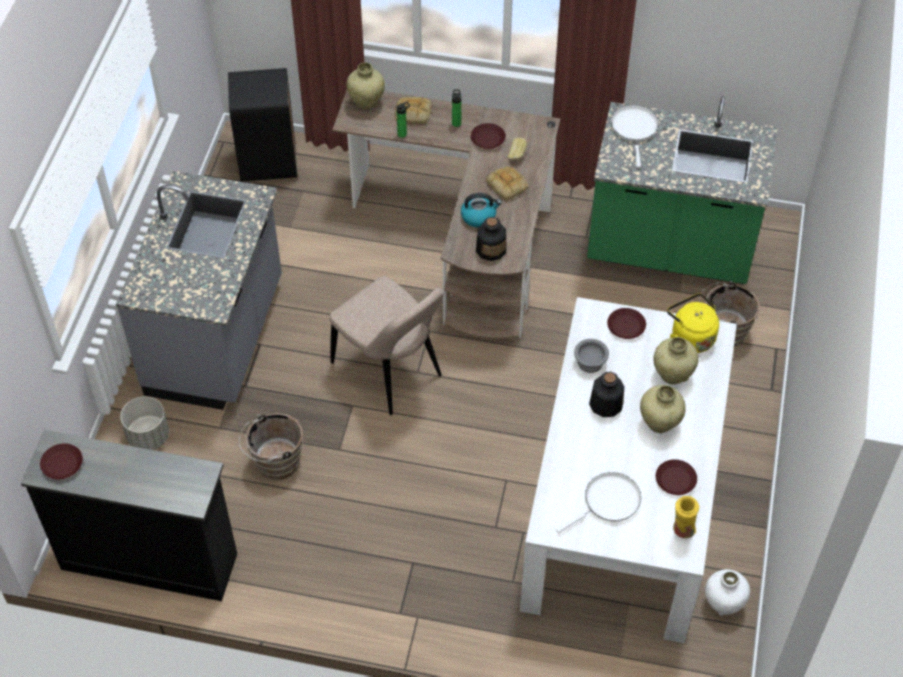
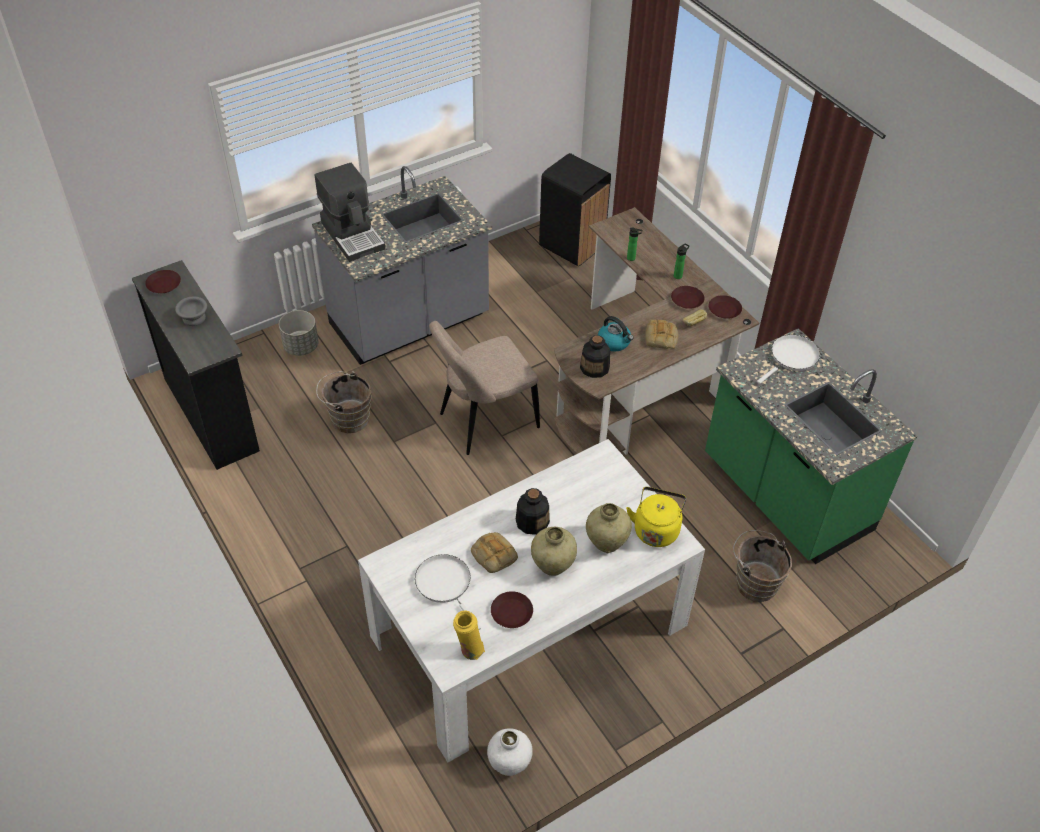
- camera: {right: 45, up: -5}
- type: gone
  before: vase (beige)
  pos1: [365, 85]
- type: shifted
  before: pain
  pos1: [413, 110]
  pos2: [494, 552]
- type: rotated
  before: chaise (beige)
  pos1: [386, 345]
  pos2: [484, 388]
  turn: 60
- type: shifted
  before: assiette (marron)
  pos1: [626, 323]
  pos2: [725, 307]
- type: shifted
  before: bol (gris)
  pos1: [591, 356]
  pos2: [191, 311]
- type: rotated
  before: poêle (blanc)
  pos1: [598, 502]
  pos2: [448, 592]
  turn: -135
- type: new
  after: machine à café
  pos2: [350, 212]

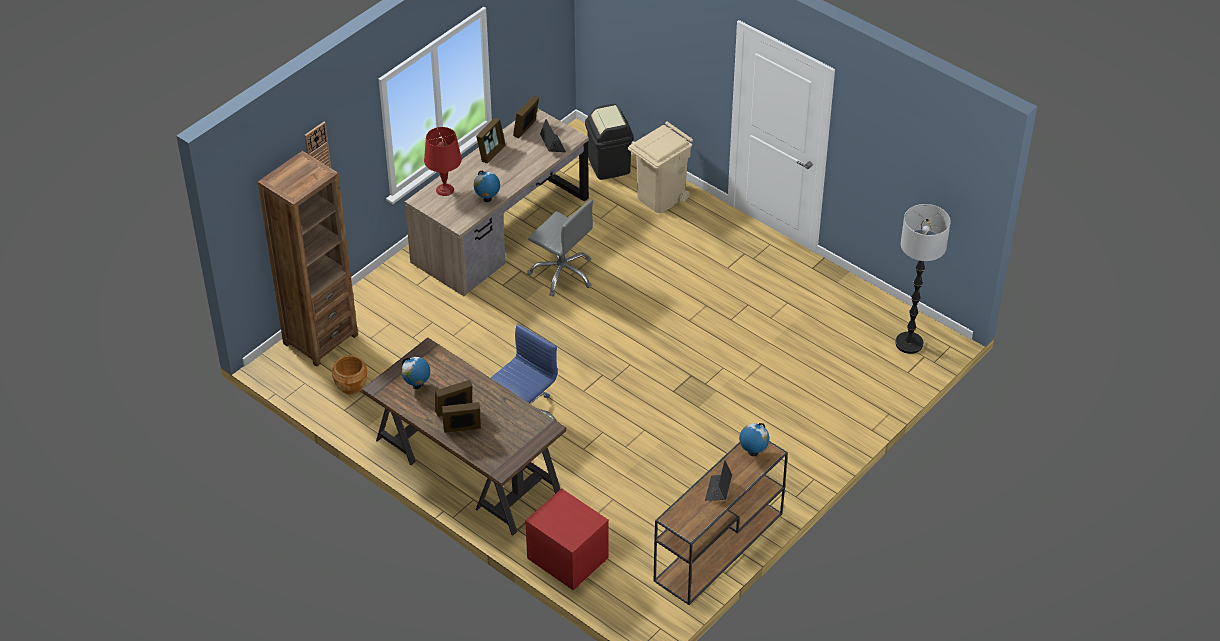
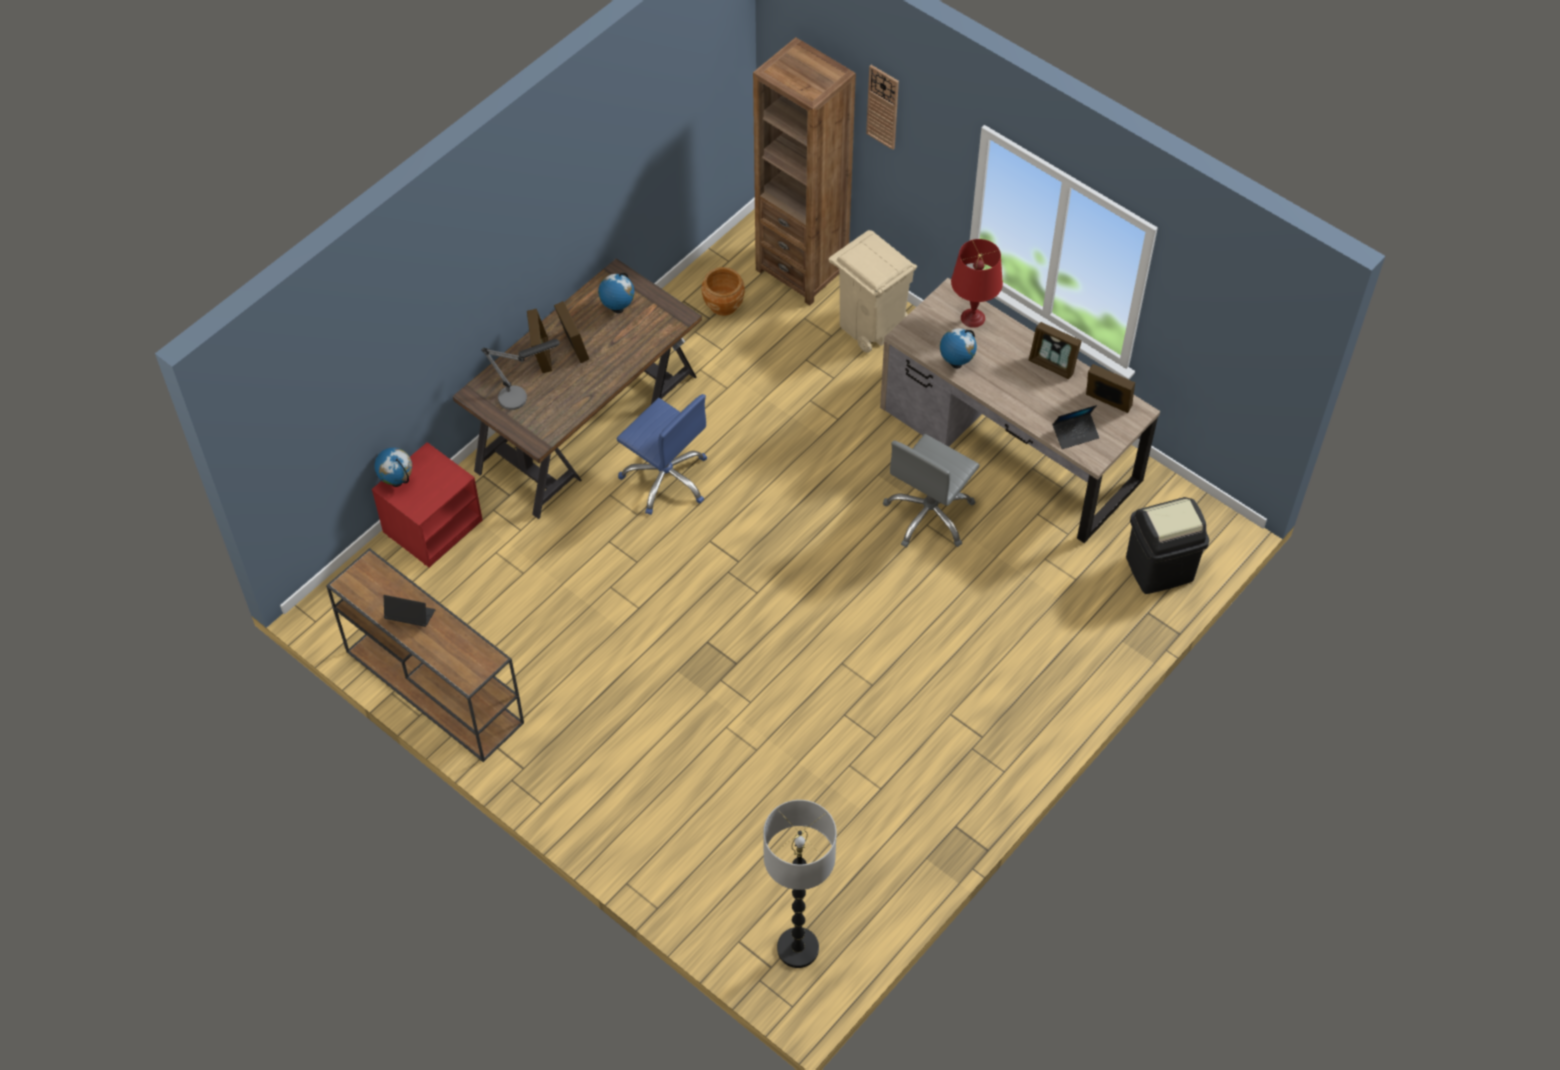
- camera: {right: 90, up: 10}
- type: shifted
  before: poubelle (beige)
  pos1: [660, 167]
  pos2: [873, 291]
- type: shifted
  before: globe
  pos1: [754, 439]
  pos2: [393, 467]
- type: new
  after: lampe de table
  pos2: [520, 374]

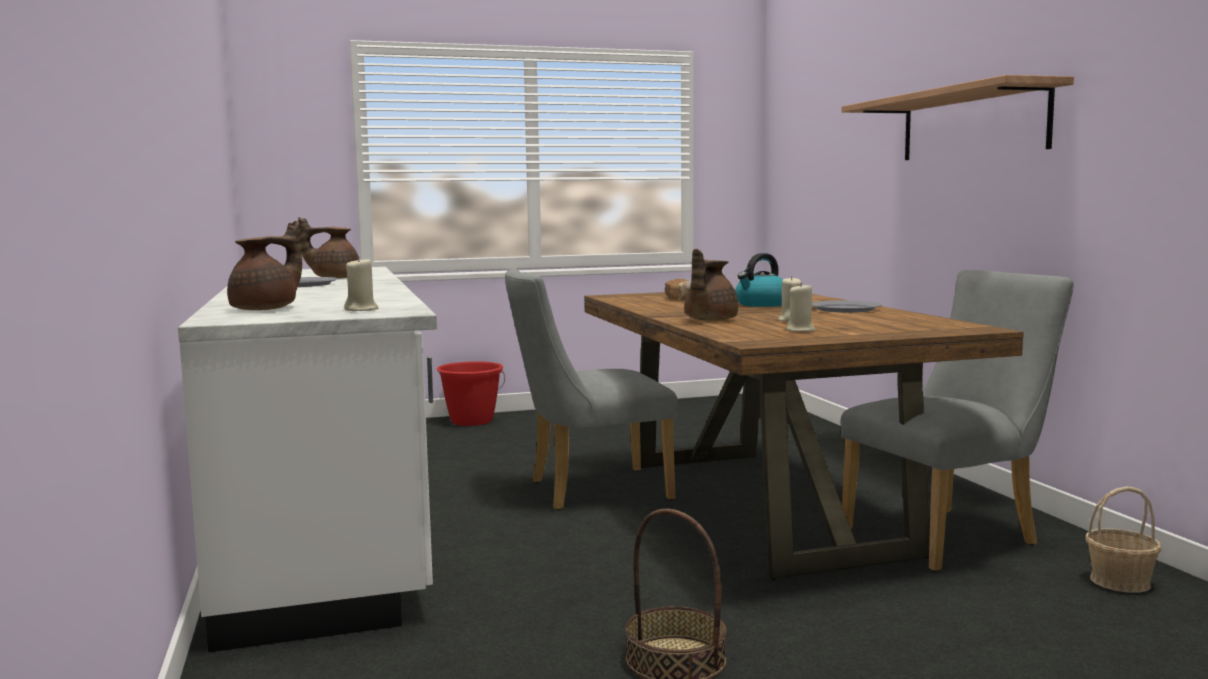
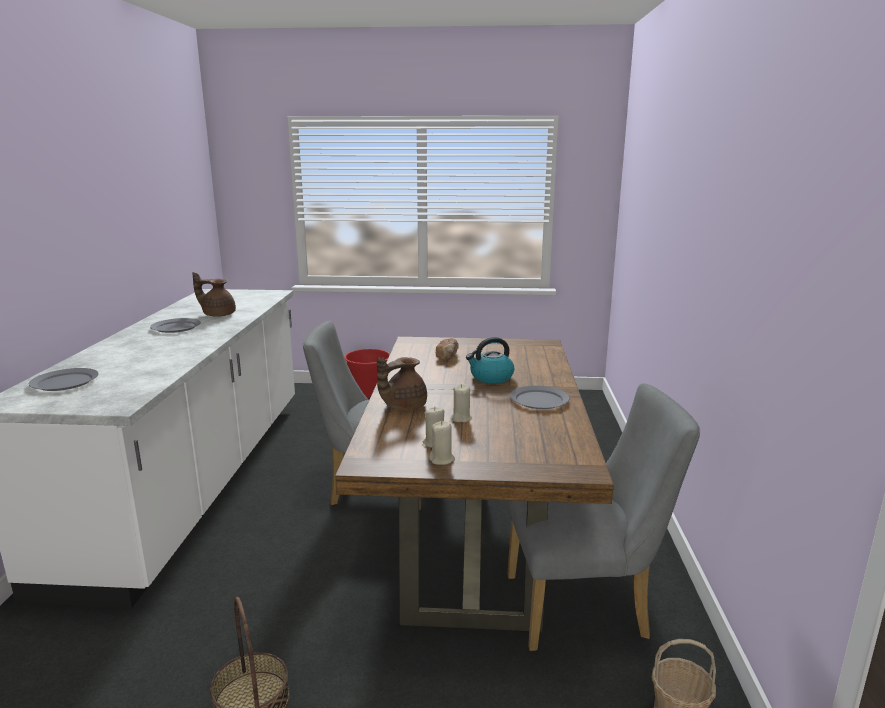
- camera: {right: 20, up: 10}
- type: gone
  before: étagère
  pos1: [957, 117]
- type: swapped
  before: théière (marron)
  after: assiette (gris)
  pos1: [264, 265]
  pos2: [64, 379]
- type: shifted
  before: bougie (beige)
  pos1: [361, 284]
  pos2: [442, 443]

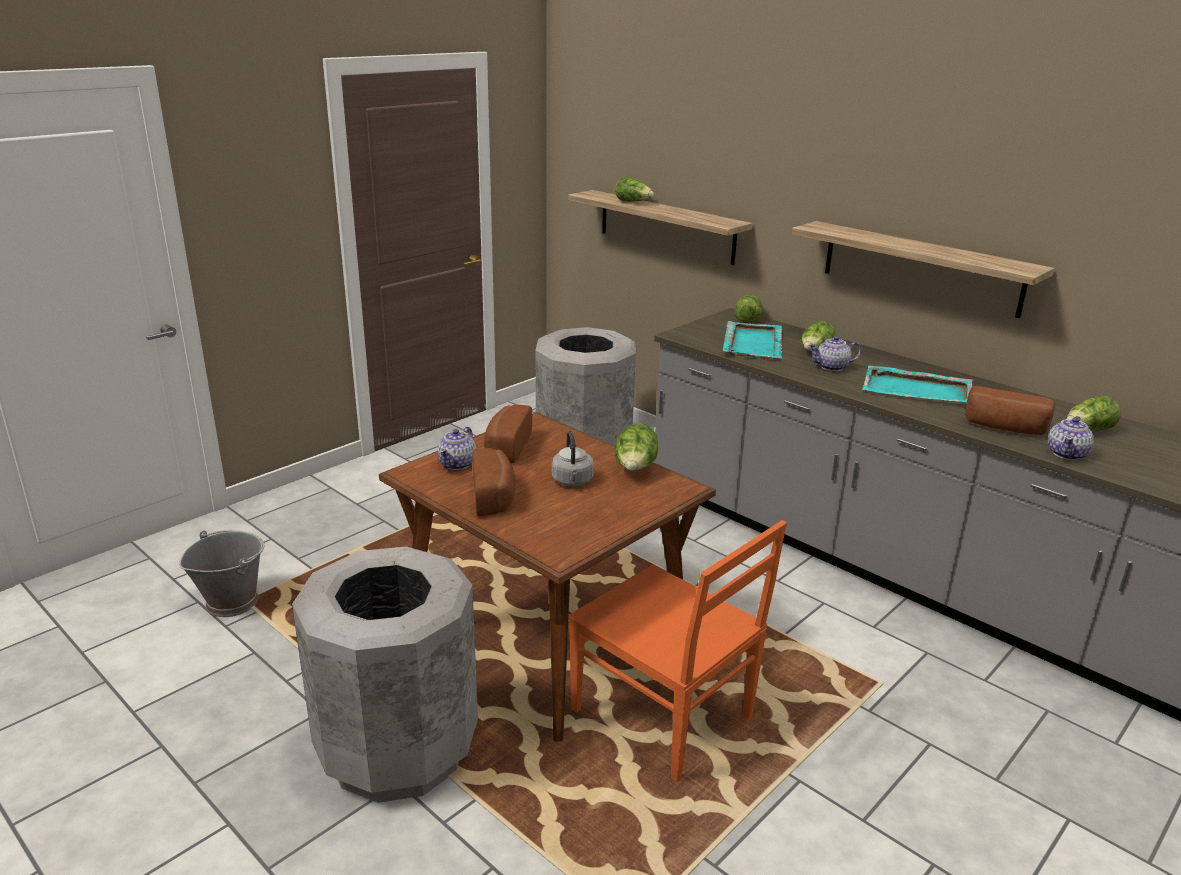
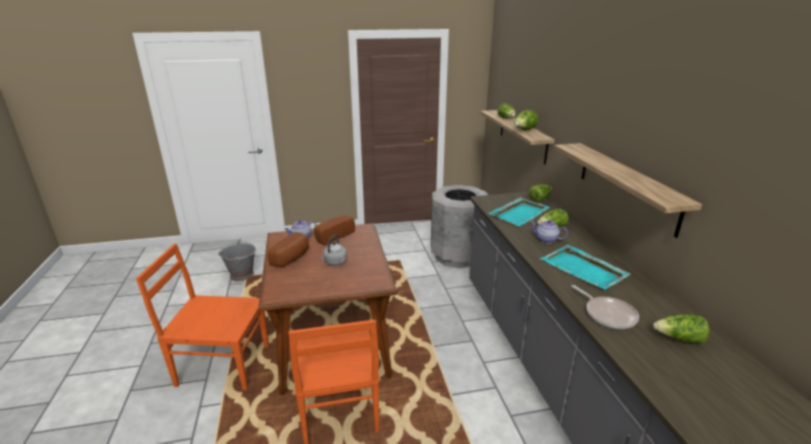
- camera: {right: 35, up: 0}
- type: swapped
  before: pain
  after: poêle
  pos1: [1010, 410]
  pos2: [605, 307]
- type: gone
  before: théière
  pos1: [1071, 438]
- type: shifted
  before: laitue
  pos1: [636, 447]
  pos2: [526, 120]
- type: swapped
  before: poubelle (gris)
  after: chaise (orange)
  pos1: [385, 675]
  pos2: [202, 317]

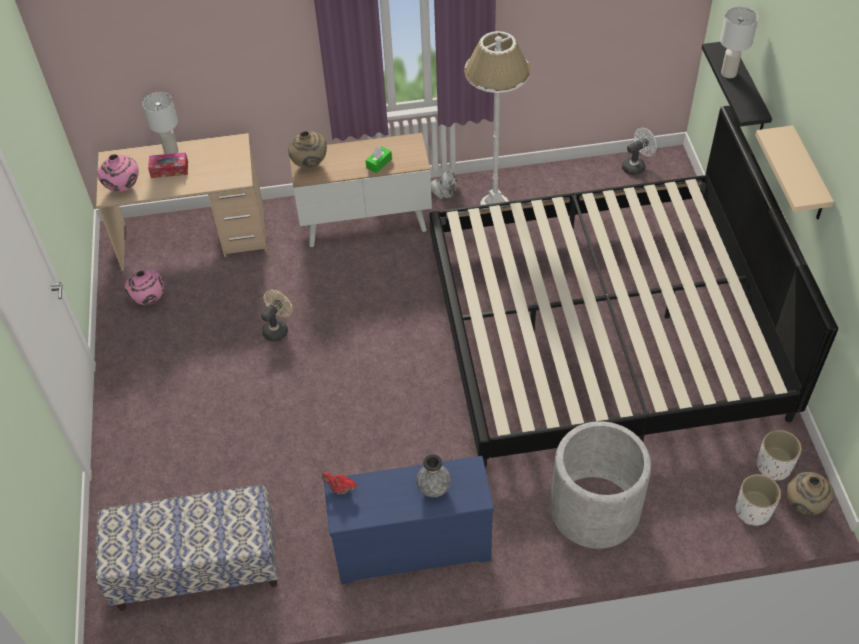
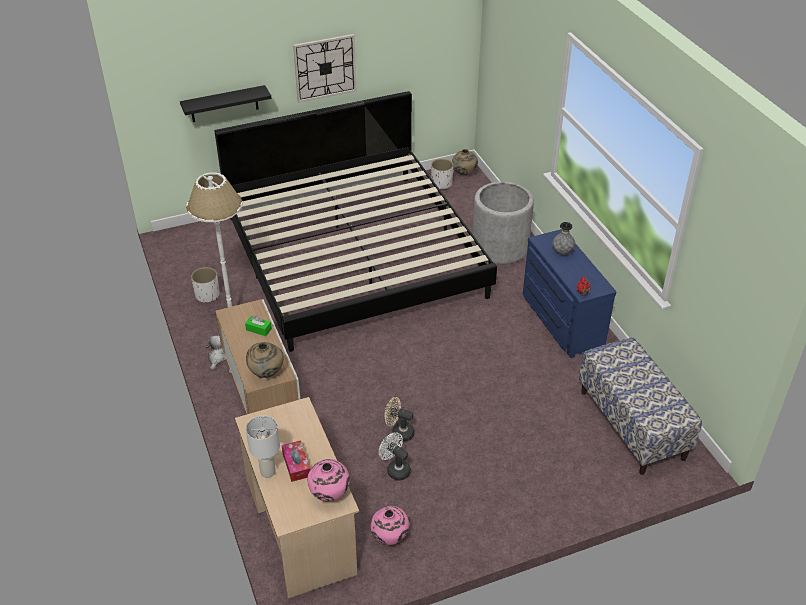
- camera: {right: -105, up: -10}
- type: gone
  before: lampe de table (blanc)
  pos1: [739, 42]
- type: swapped
  before: étagère (beige)
  after: horloge murale
  pos1: [794, 172]
  pos2: [324, 68]
- type: shifted
  before: ventilateur (blanc)
  pos1: [639, 151]
  pos2: [395, 456]
- type: shifted
  before: cache-pot (blanc)
  pos1: [758, 500]
  pos2: [205, 285]

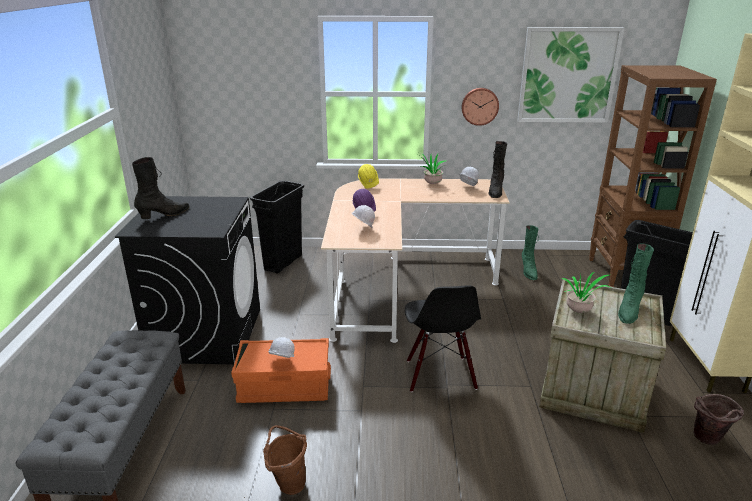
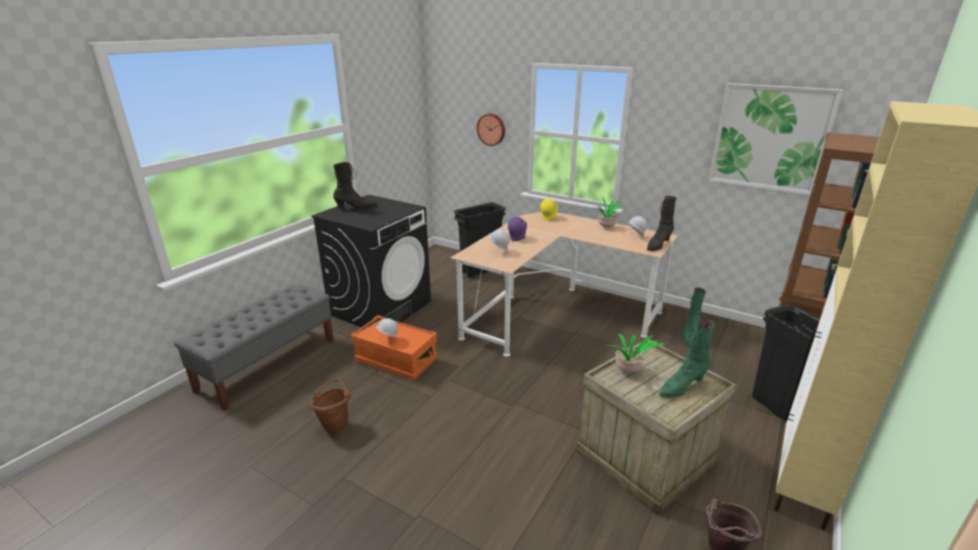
- camera: {right: 30, up: 0}
- type: shifted
  before: horloge murale
  pos1: [480, 107]
  pos2: [491, 130]
- type: gone
  before: chaise (noir)
  pos1: [443, 338]

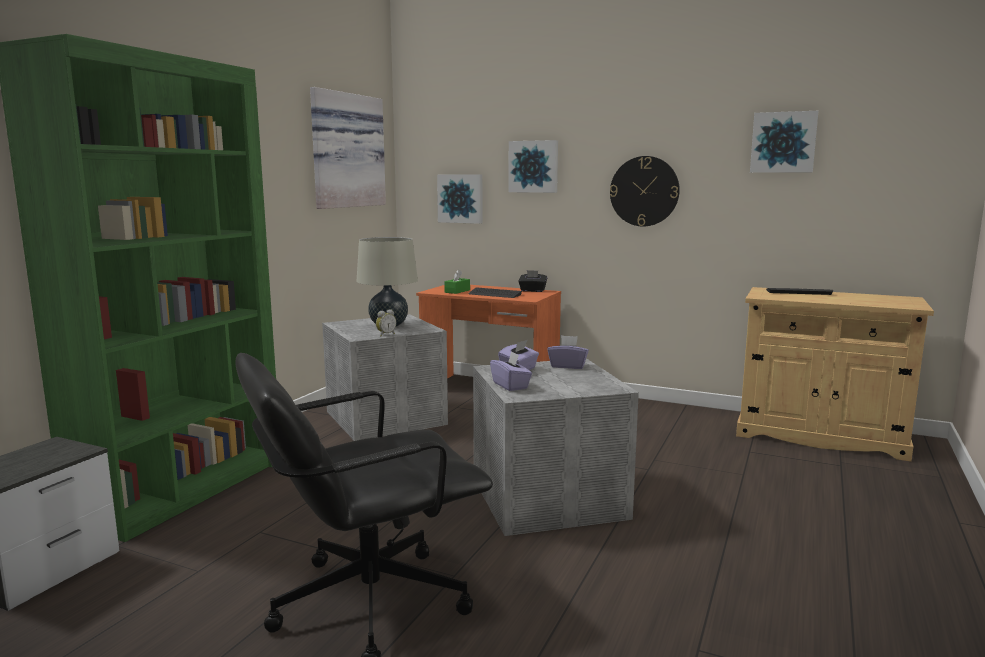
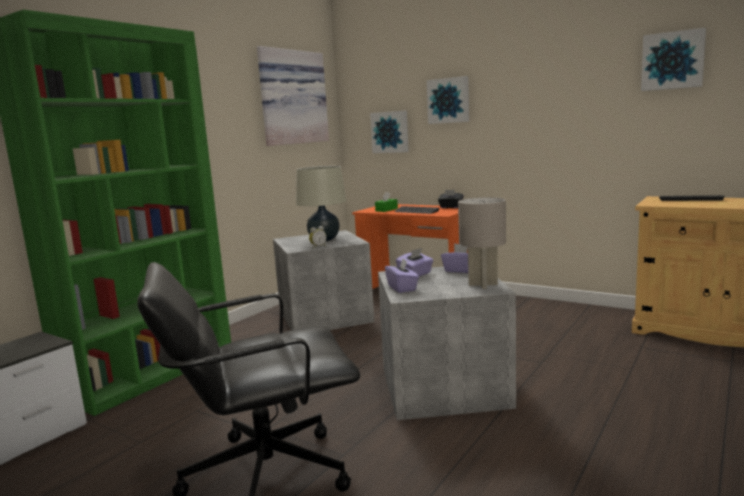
- camera: {right: 10, up: 0}
- type: gone
  before: horloge murale
  pos1: [645, 191]
- type: new
  after: lampe de table (gris)
  pos2: [482, 243]

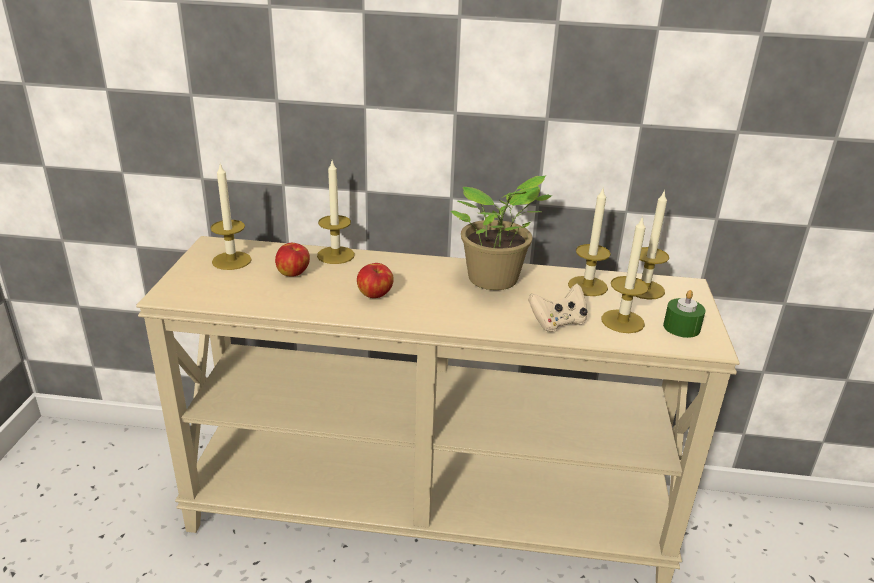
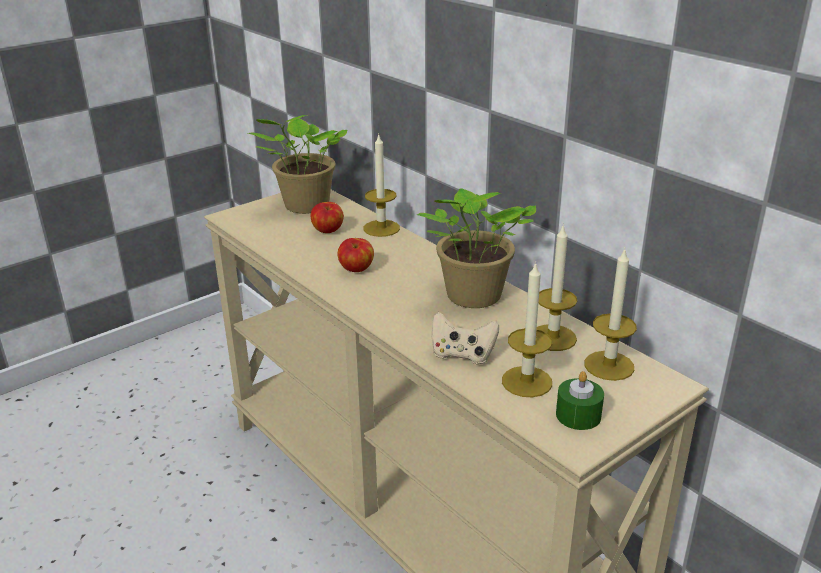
- camera: {right: 45, up: 0}
- type: swapped
  before: bougie
  after: plante en pot
  pos1: [231, 217]
  pos2: [297, 164]

